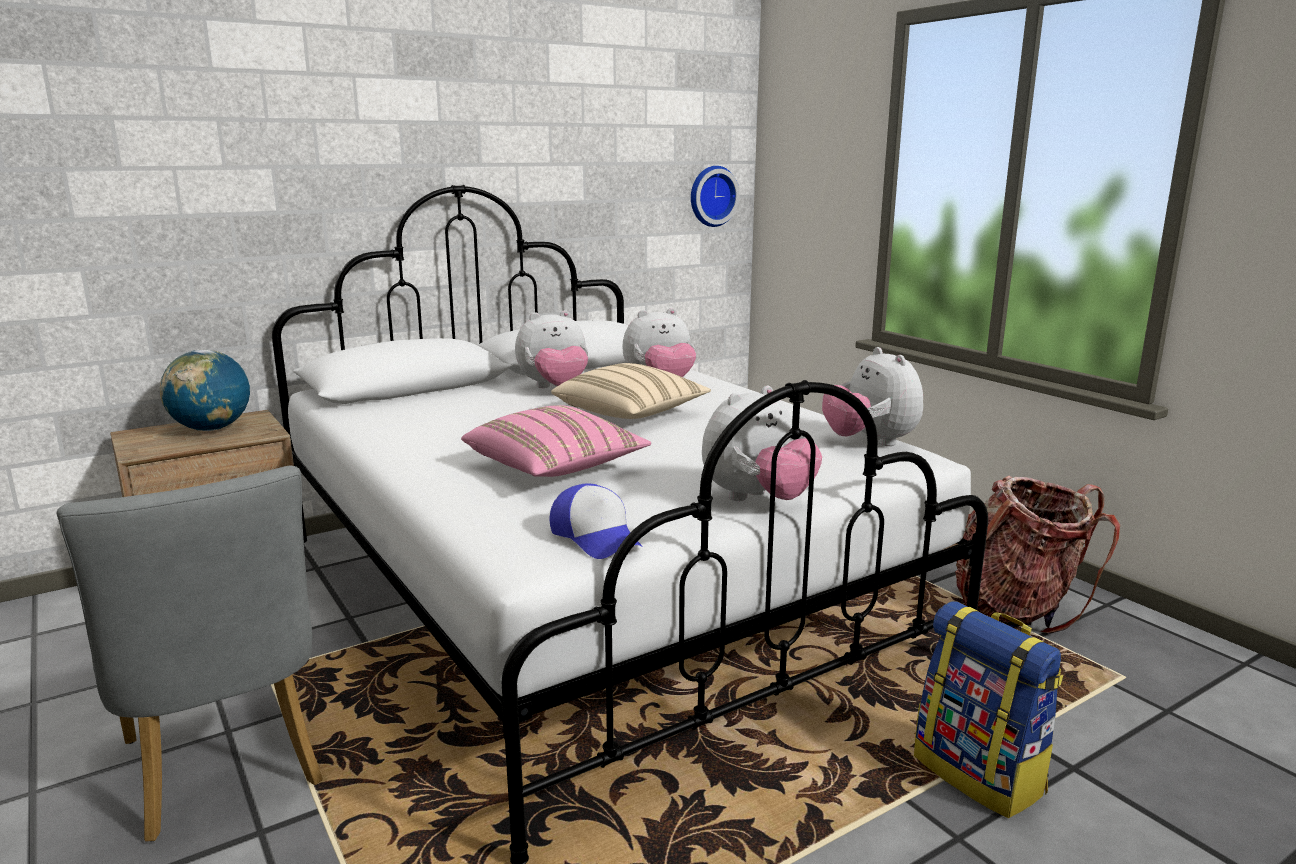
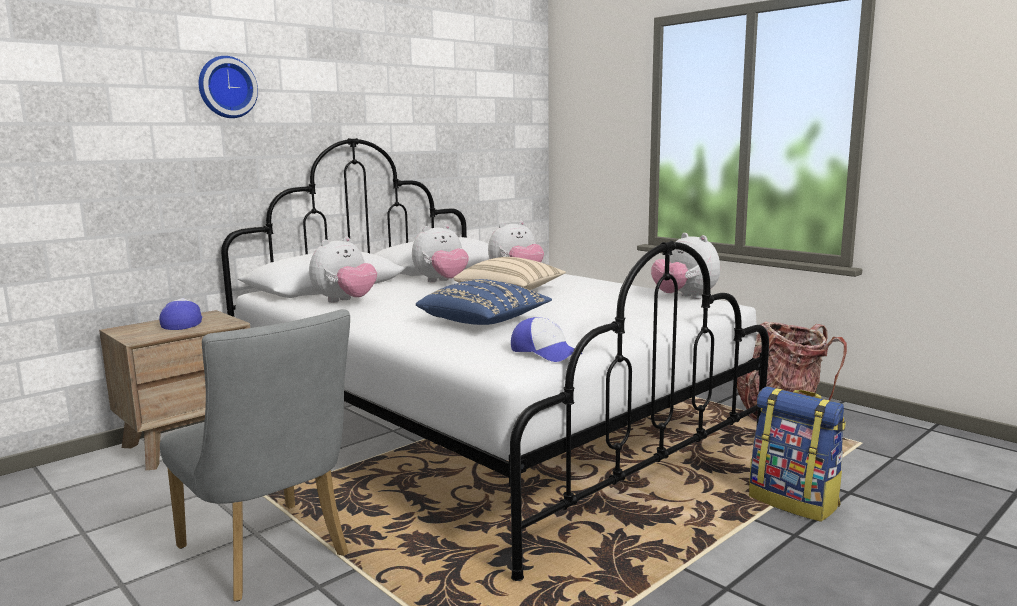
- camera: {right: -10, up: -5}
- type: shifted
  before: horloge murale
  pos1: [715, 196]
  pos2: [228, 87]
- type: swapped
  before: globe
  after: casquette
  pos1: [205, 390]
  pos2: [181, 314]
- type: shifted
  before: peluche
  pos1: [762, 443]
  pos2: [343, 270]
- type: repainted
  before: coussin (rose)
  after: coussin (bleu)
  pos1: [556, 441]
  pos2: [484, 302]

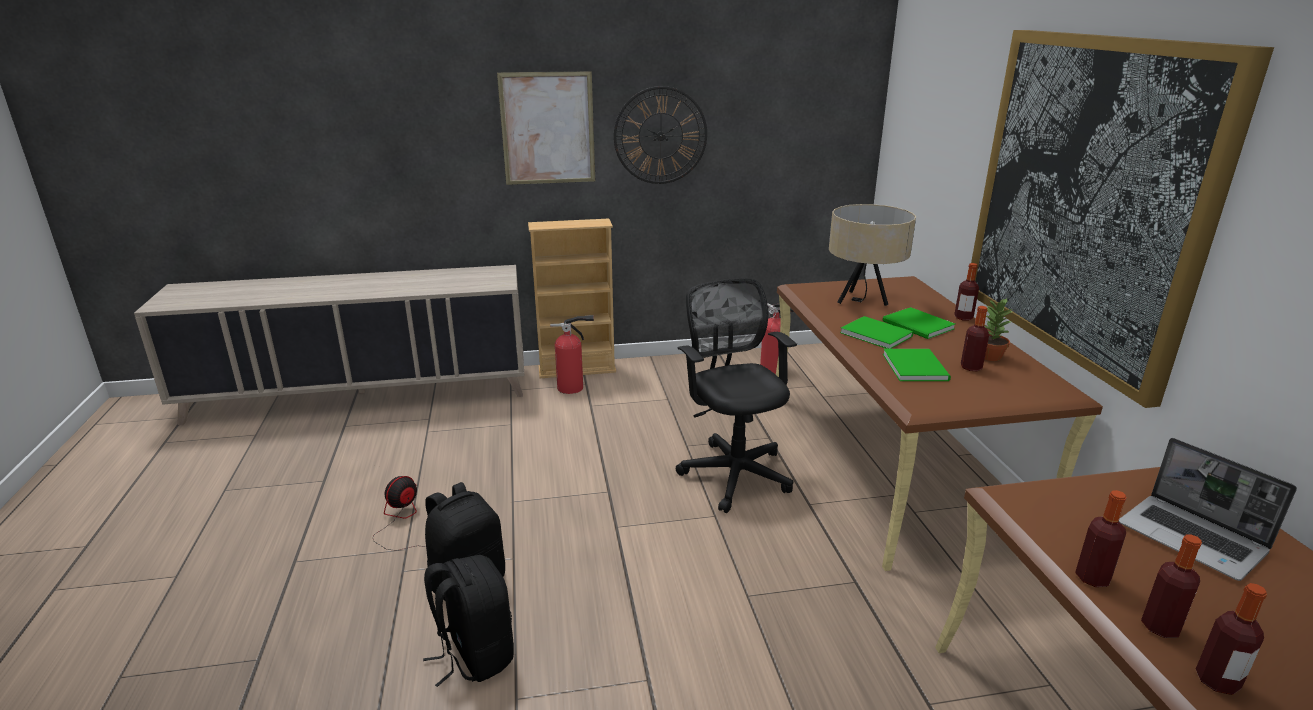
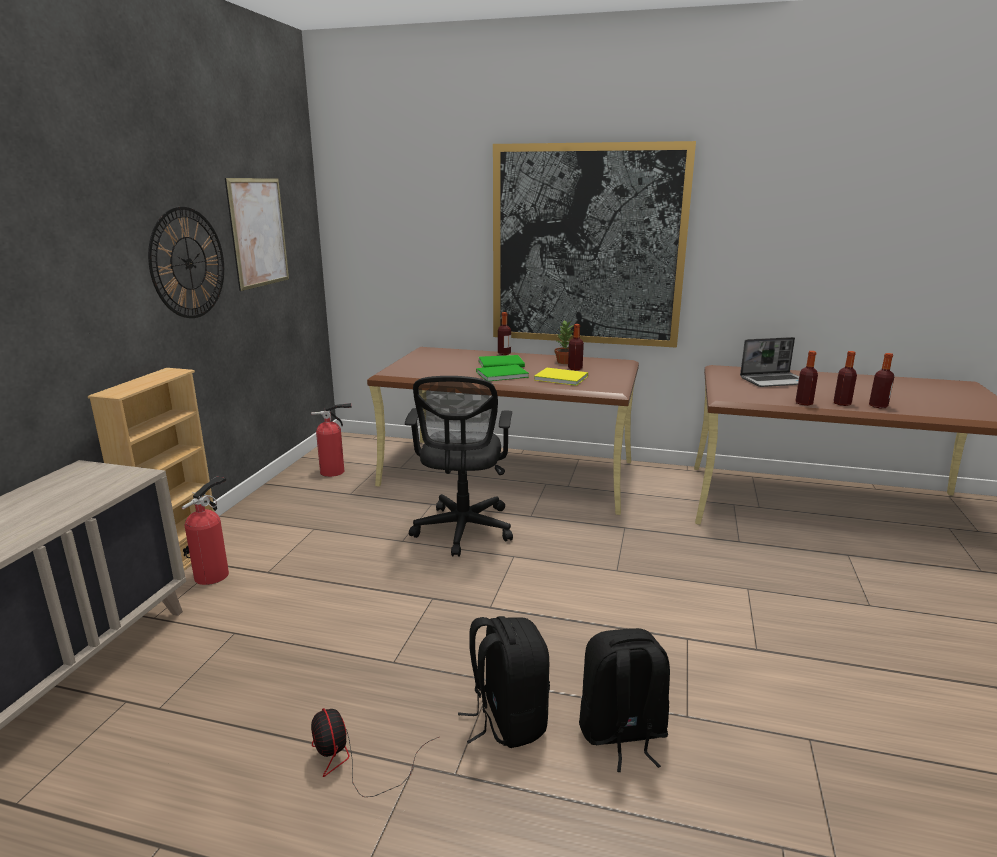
- camera: {right: -65, up: -5}
- type: shifted
  before: tableau
  pos1: [546, 128]
  pos2: [257, 234]
- type: gone
  before: lampe de table (beige)
  pos1: [872, 255]
- type: rotated
  before: chaise de bureau (noir)
  pos1: [736, 395]
  pos2: [459, 466]
  turn: -90
- type: repainted
  before: livre (vert)
  after: livre (jaune)
  pos1: [917, 365]
  pos2: [561, 377]

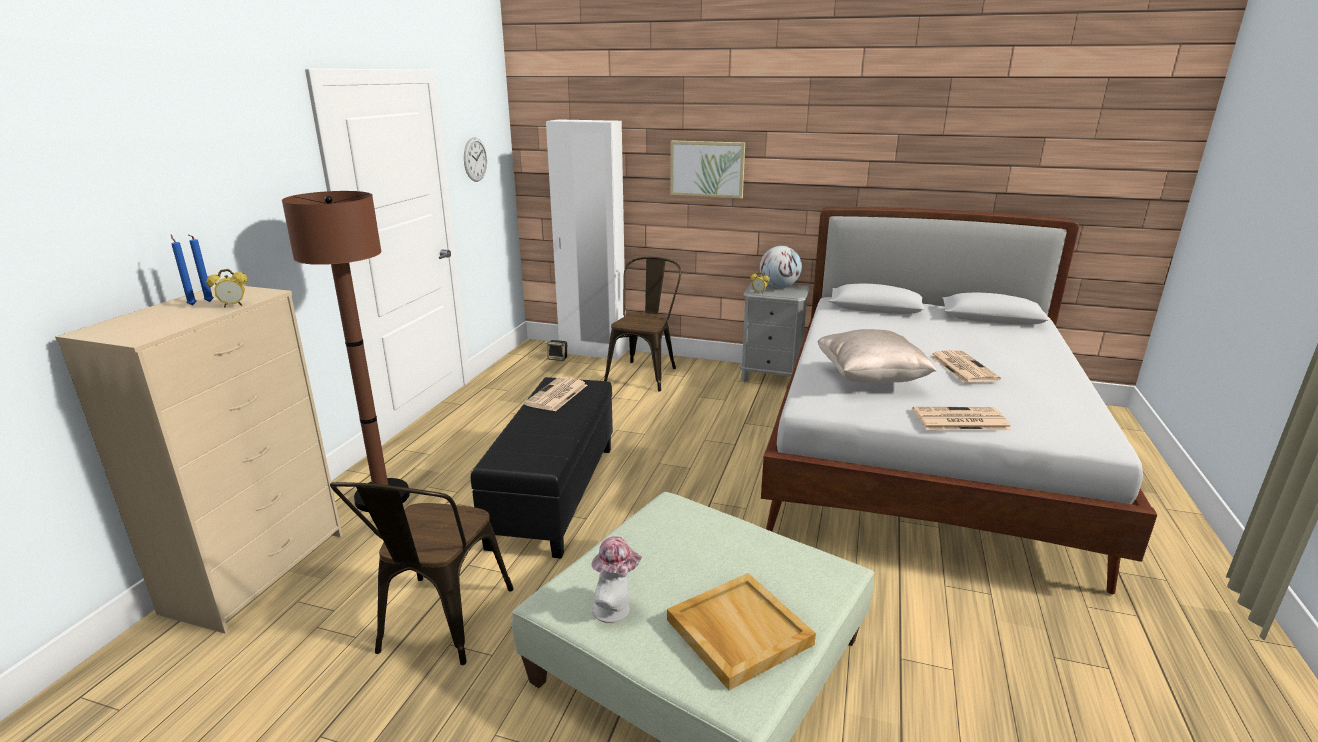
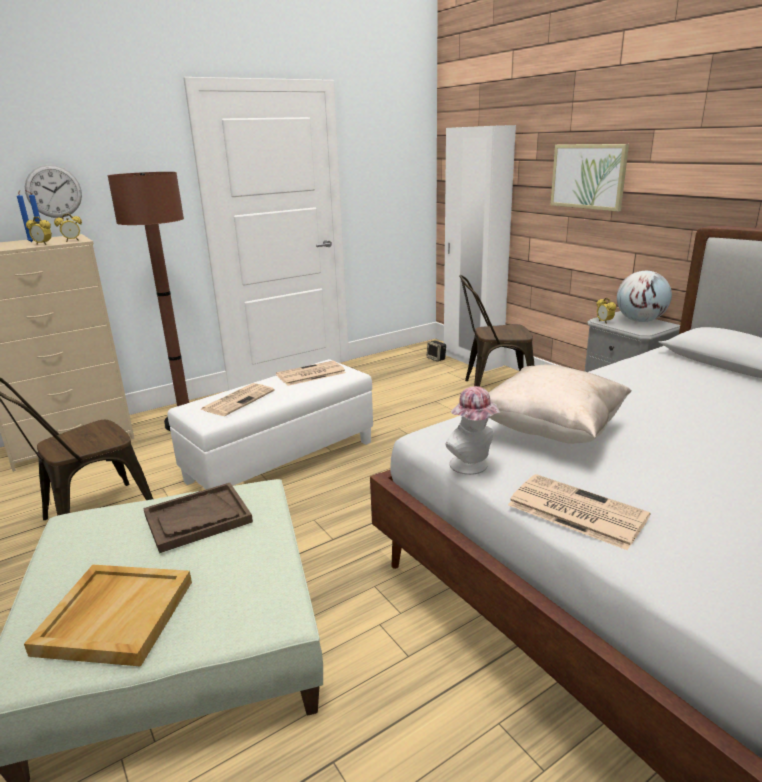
- camera: {right: 40, up: 0}
- type: shifted
  before: horloge murale
  pos1: [475, 159]
  pos2: [53, 191]
- type: rotated
  before: chaise (marron)
  pos1: [642, 324]
  pos2: [496, 331]
  turn: -150
- type: shifted
  before: journal
  pos1: [965, 366]
  pos2: [238, 399]
- type: repainted
  before: pouf (noir)
  after: pouf (blanc)
  pos1: [542, 468]
  pos2: [270, 424]
- type: shifted
  before: chapeau
  pos1: [616, 579]
  pos2: [473, 430]
- type: new
  after: réveil
  pos2: [68, 227]
- type: new
  after: plateau (marron)
  pos2: [198, 518]

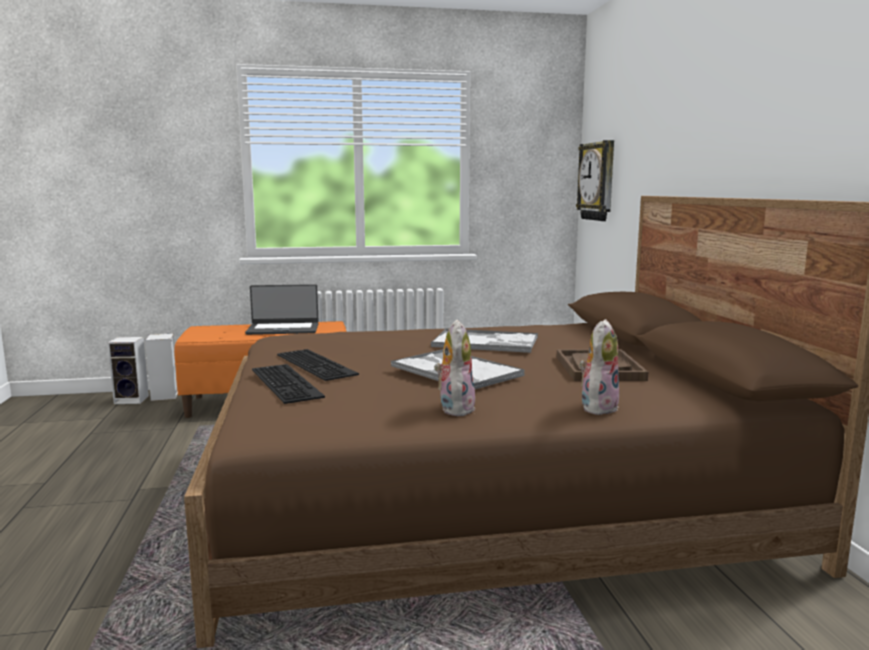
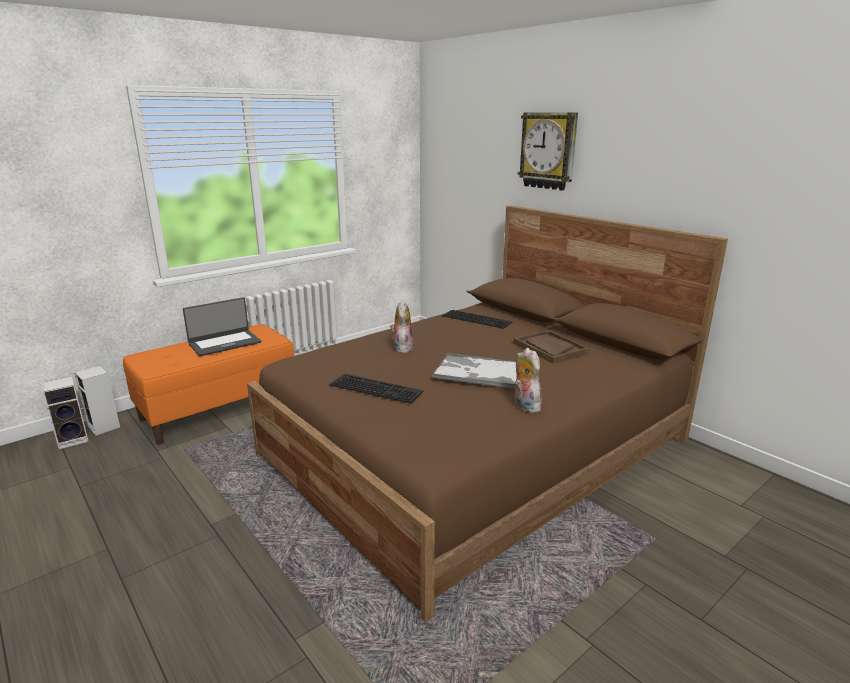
- camera: {right: -30, up: 10}
- type: shifted
  before: horloge murale
  pos1: [595, 180]
  pos2: [548, 151]
- type: shifted
  before: peluche
  pos1: [599, 367]
  pos2: [402, 326]
- type: gone
  before: plateau
  pos1: [484, 341]
- type: shifted
  before: clavier
  pos1: [288, 384]
  pos2: [477, 319]

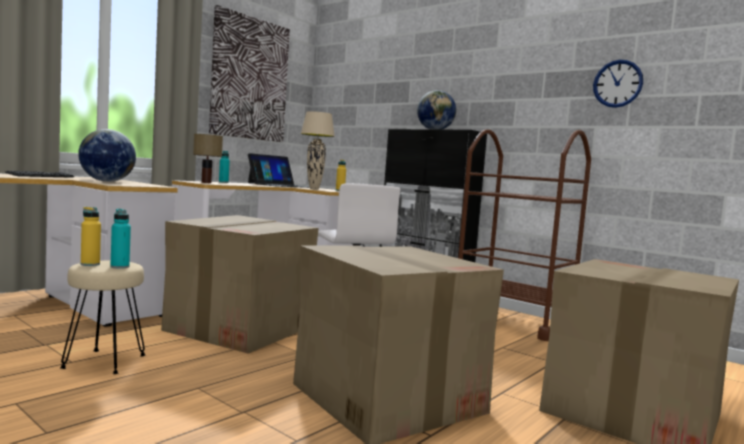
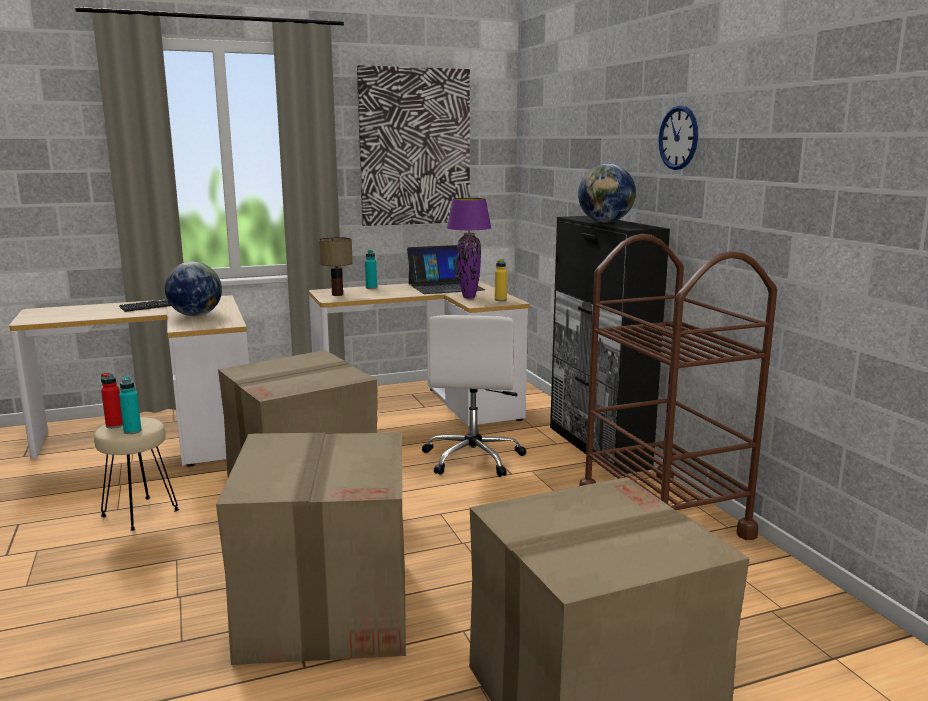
- camera: {right: 30, up: 10}
- type: shifted
  before: horloge murale
  pos1: [618, 84]
  pos2: [678, 137]
- type: repainted
  before: lampe de table (beige)
  after: lampe de table (violet)
  pos1: [318, 150]
  pos2: [469, 248]
- type: repainted
  before: bouteille (jaune)
  after: bouteille (rouge)
  pos1: [91, 236]
  pos2: [112, 401]

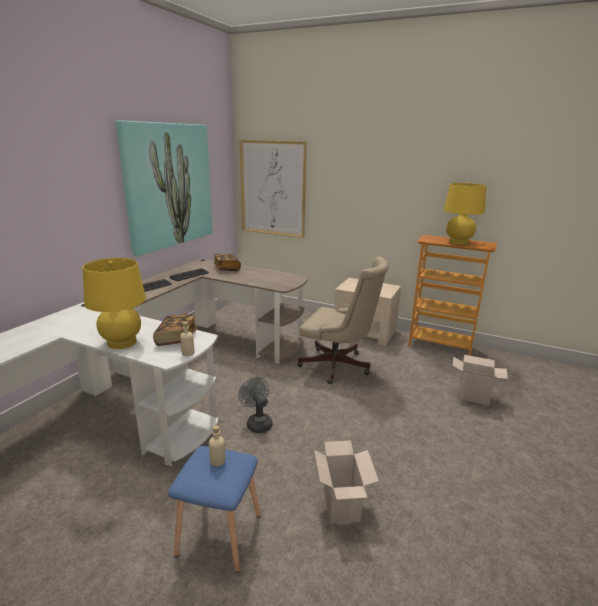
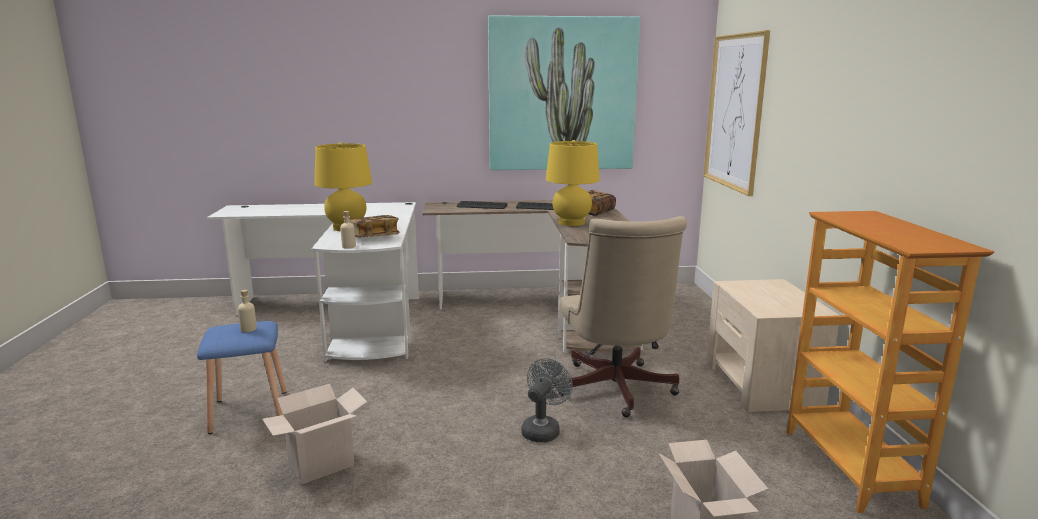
- camera: {right: 60, up: -5}
- type: shifted
  before: lampe de table (jaune)
  pos1: [465, 213]
  pos2: [573, 183]
- type: shifted
  before: ventilateur (gris)
  pos1: [255, 405]
  pos2: [547, 400]

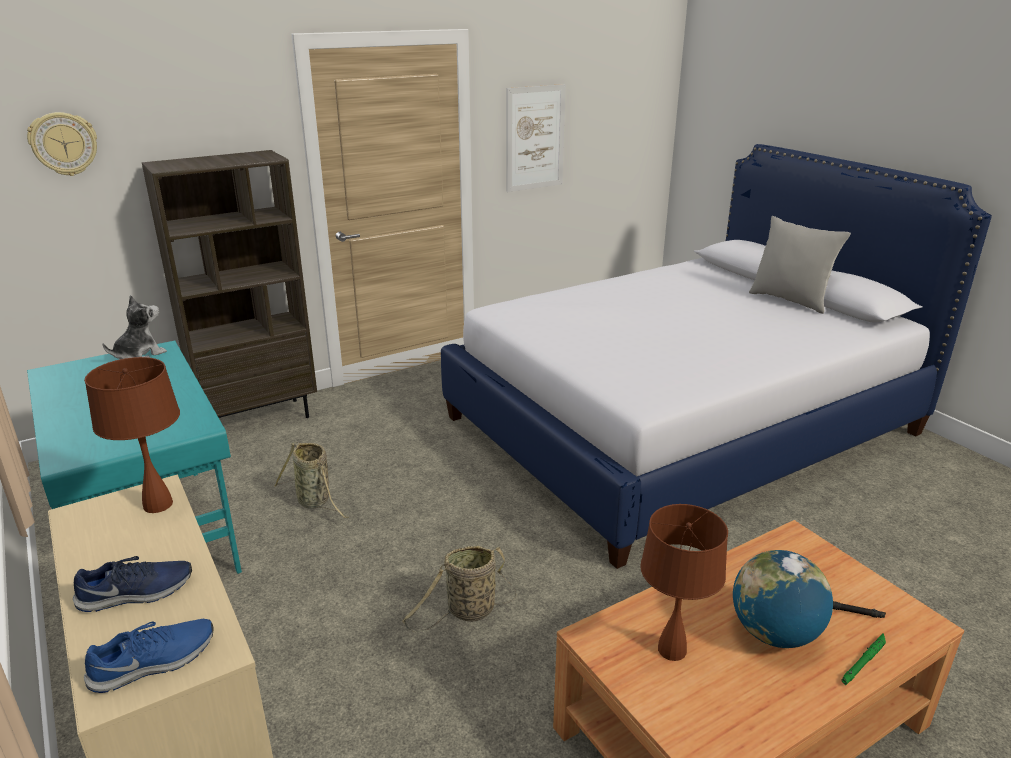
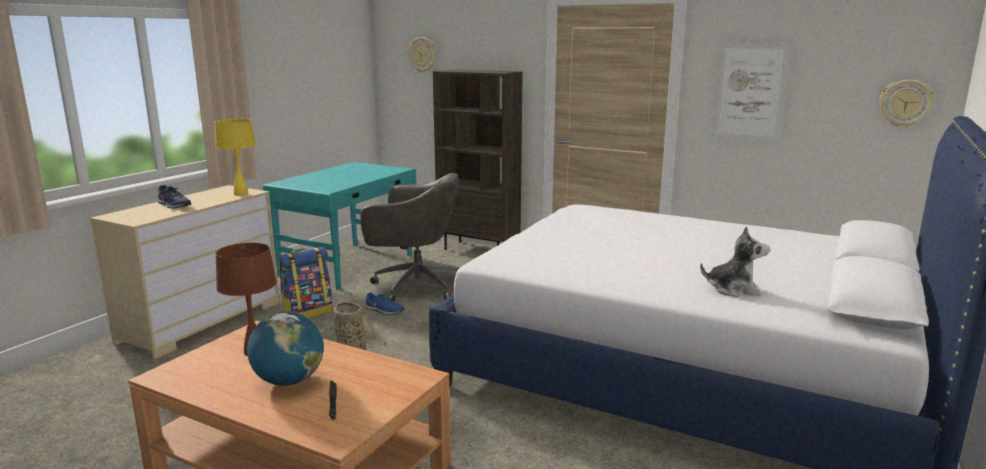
- camera: {right: 60, up: -10}
- type: gone
  before: coussin (gris)
  pos1: [800, 265]
- type: shifted
  before: peluche
  pos1: [134, 327]
  pos2: [735, 261]
- type: repainted
  before: lampe de table (marron)
  after: lampe de table (jaune)
  pos1: [132, 435]
  pos2: [235, 157]
- type: swapped
  before: panier
  after: chaise de bureau (gris)
  pos1: [311, 480]
  pos2: [409, 237]
- type: shifted
  before: chaussure (bleu)
  pos1: [149, 656]
  pos2: [384, 303]
- type: gone
  before: lampe de poche (vert)
  pos1: [864, 659]
- type: new
  after: horloge murale
  pos2: [907, 103]
- type: new
  after: sac à dos
  pos2: [305, 283]

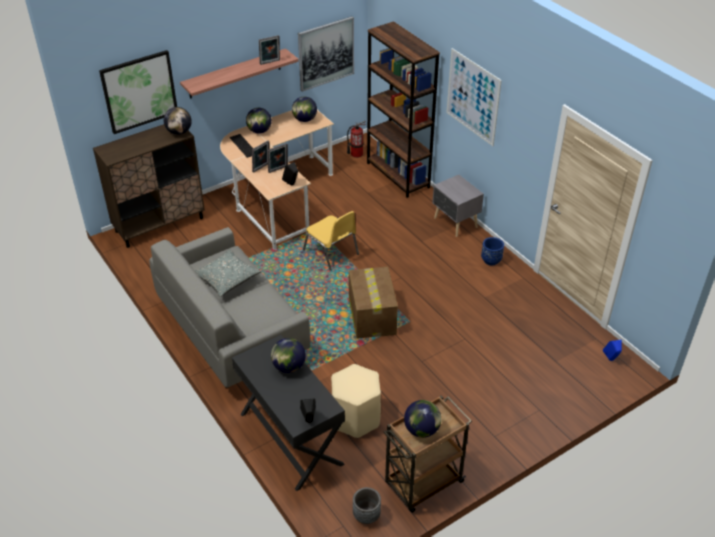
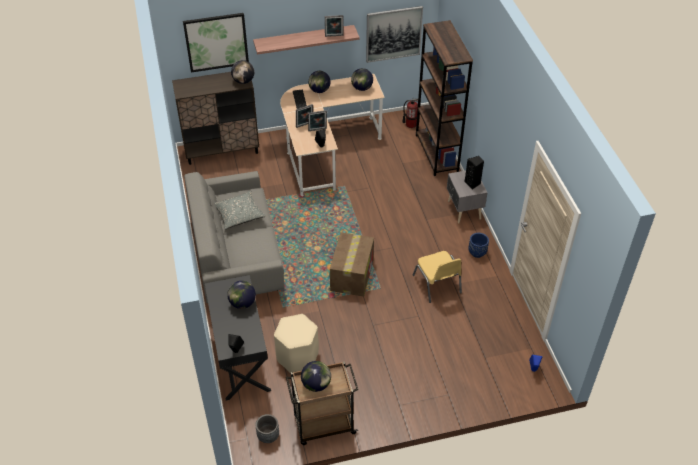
- camera: {right: 20, up: 5}
- type: gone
  before: tableau
  pos1: [474, 97]
- type: shifted
  before: chaise (jaune)
  pos1: [331, 241]
  pos2: [437, 277]
- type: new
  after: enceinte (noir)
  pos2: [474, 173]

